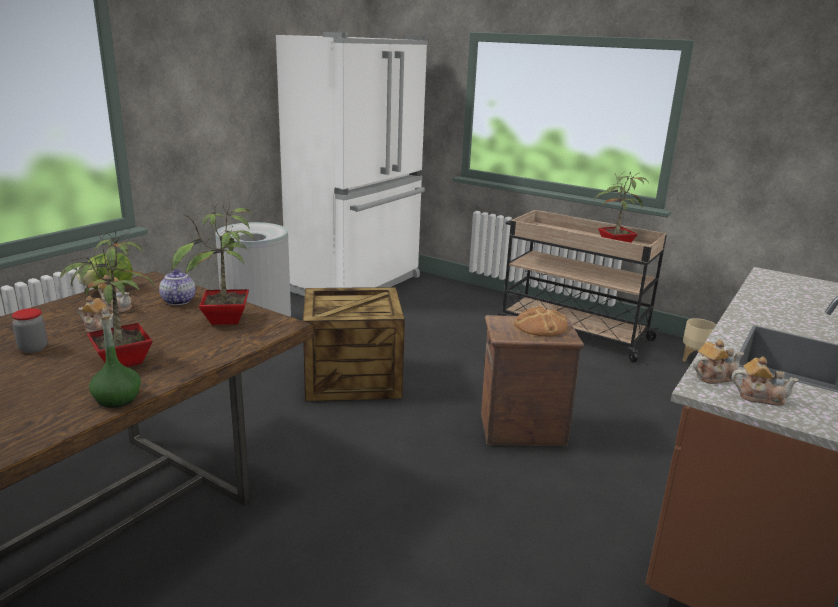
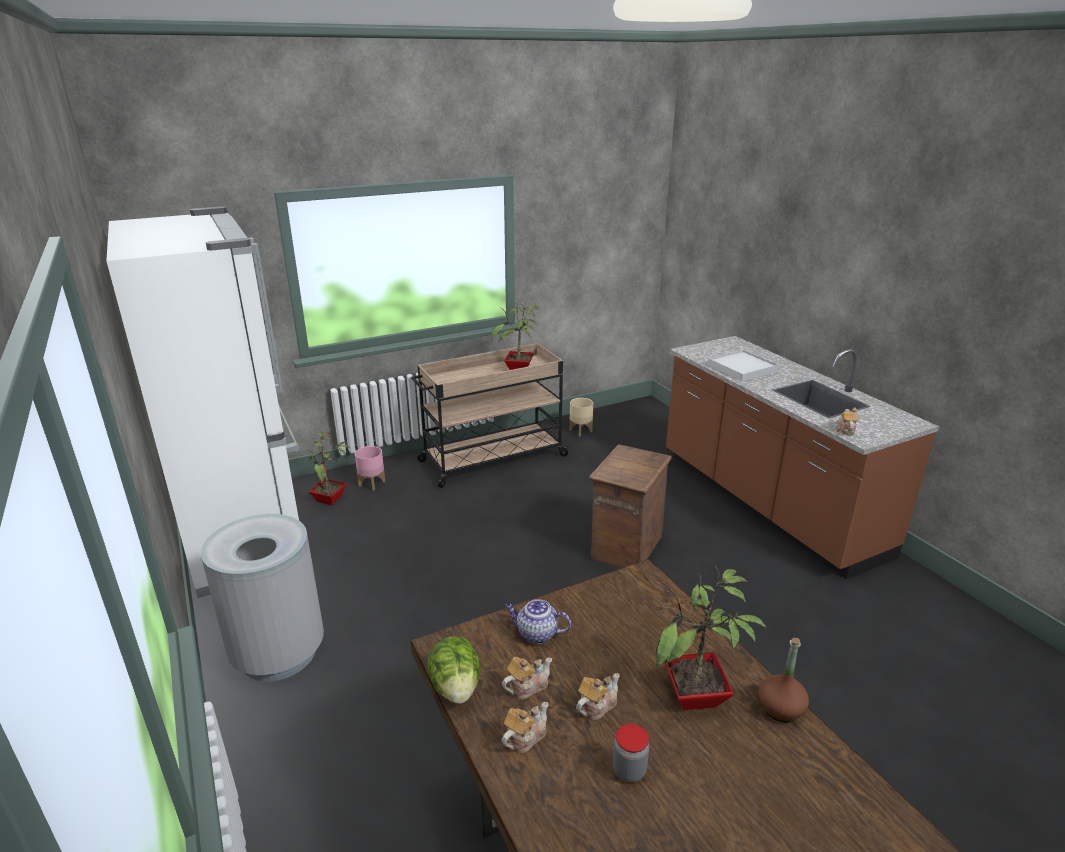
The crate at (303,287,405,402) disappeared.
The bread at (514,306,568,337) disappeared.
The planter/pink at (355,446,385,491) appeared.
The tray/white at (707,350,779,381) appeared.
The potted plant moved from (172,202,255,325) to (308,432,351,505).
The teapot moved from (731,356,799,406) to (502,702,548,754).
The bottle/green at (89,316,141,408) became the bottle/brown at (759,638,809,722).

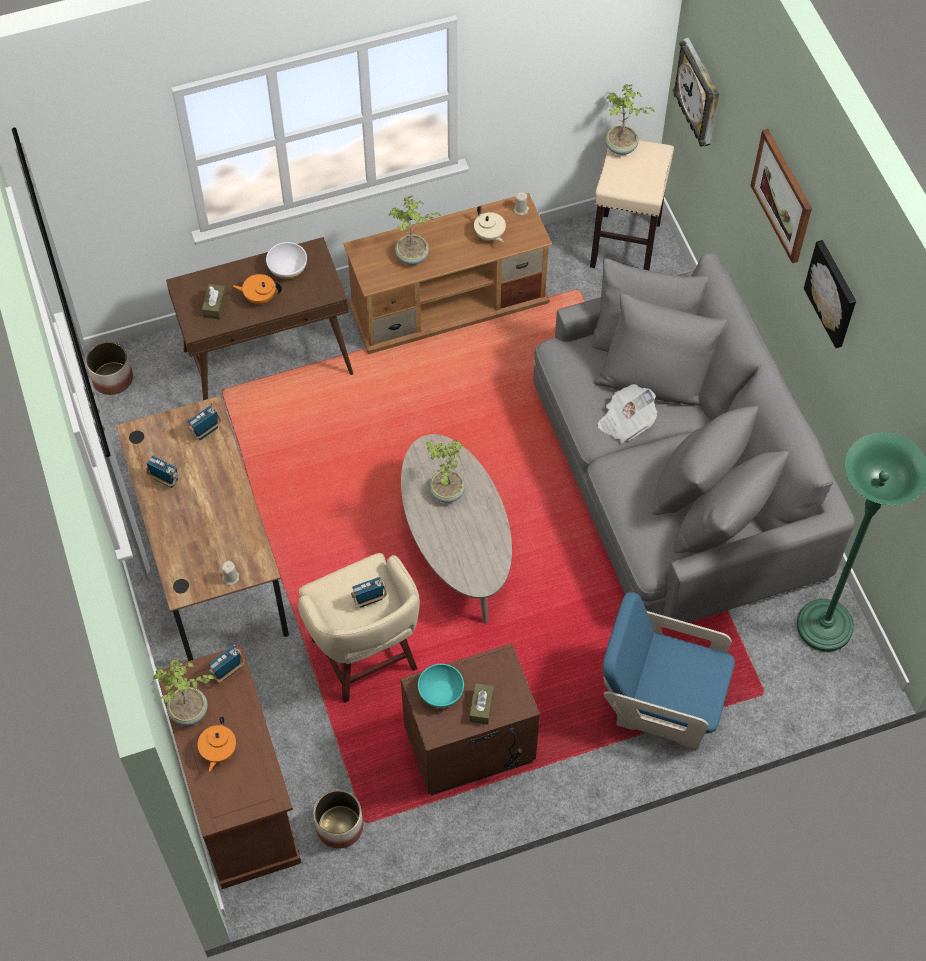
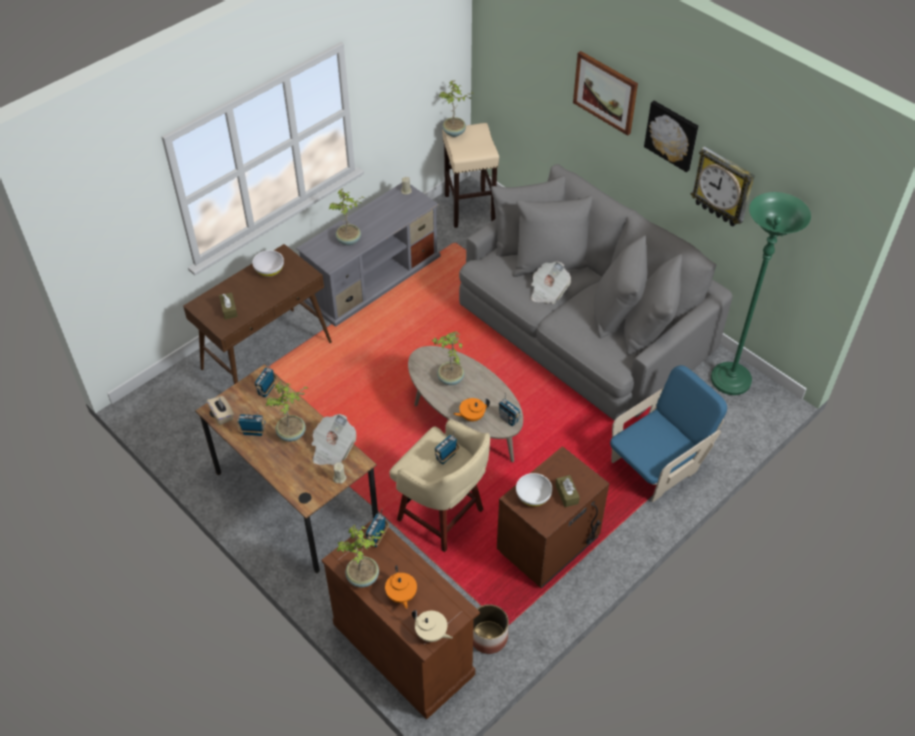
The planter at (86,342,133,395) disappeared.
The tissue box/beige at (207,396,234,425) appeared.
The potted plant at (266,381,309,442) appeared.
The newspaper at (311,414,357,465) appeared.
The radio at (499,392,522,426) appeared.
The teapot/orange moved from (233,274,282,304) to (453,398,490,421).
The teapot/beige moved from (474,206,506,242) to (412,610,453,642).
The wall clock moved from (673,38,719,147) to (690,146,755,227).
The tv stand/brown at (343,193,552,354) became the tv stand/grey at (296,183,440,327).
The bowl/turquoise at (418,664,464,708) became the bowl/white at (516,473,552,506).
The armchair/blue at (603,592,735,749) turned 150 degrees clockwise.

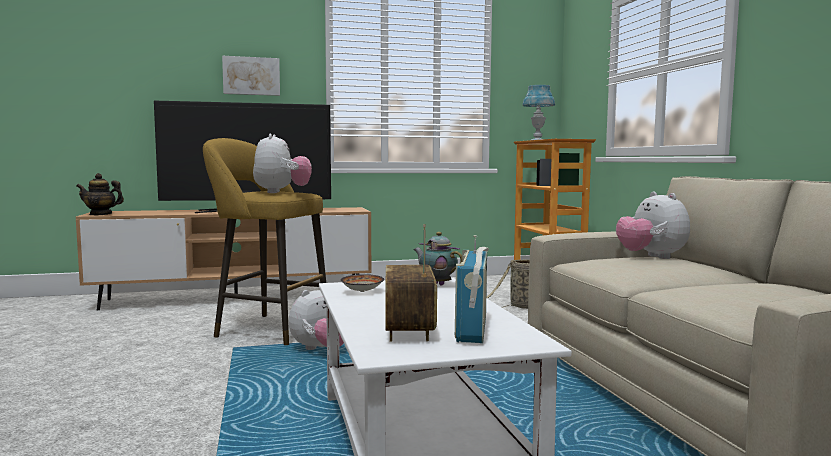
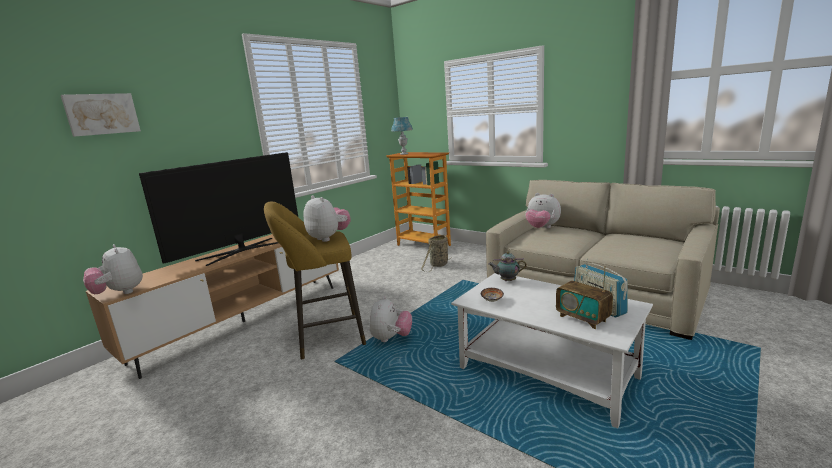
The picture moved from (222,56,280,96) to (61,93,141,137).
The teapot at (76,173,124,215) was replaced by the plush toy at (83,244,143,294).

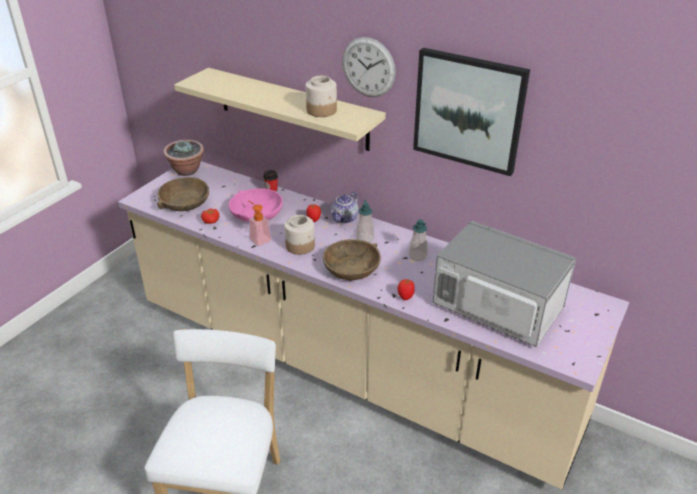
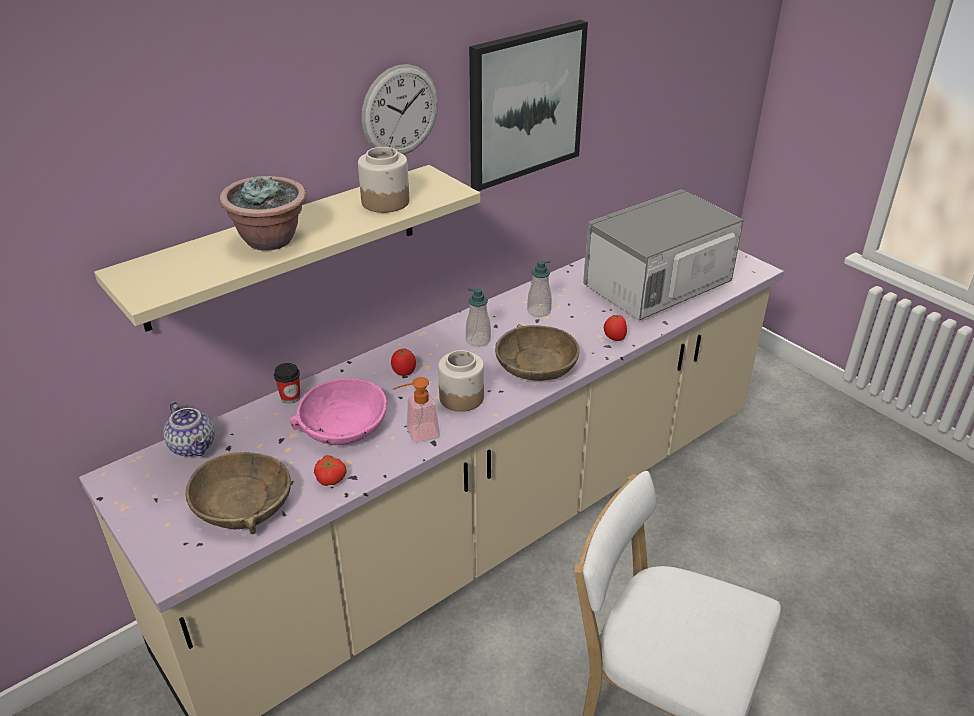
The potted plant moved from (163,140,204,176) to (219,176,306,251).
The teapot moved from (331,192,359,223) to (163,401,215,457).

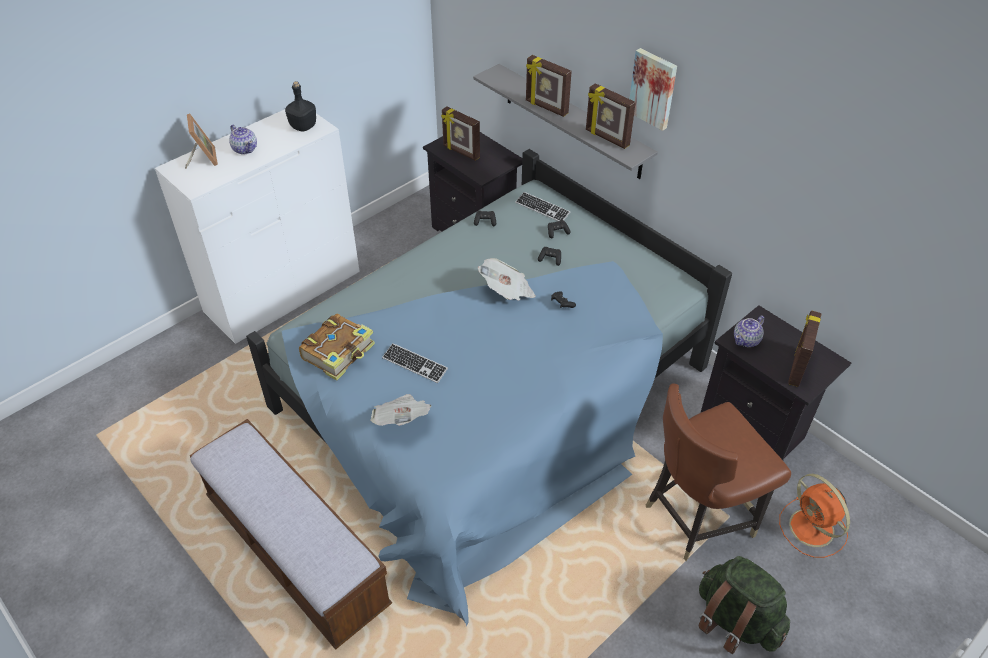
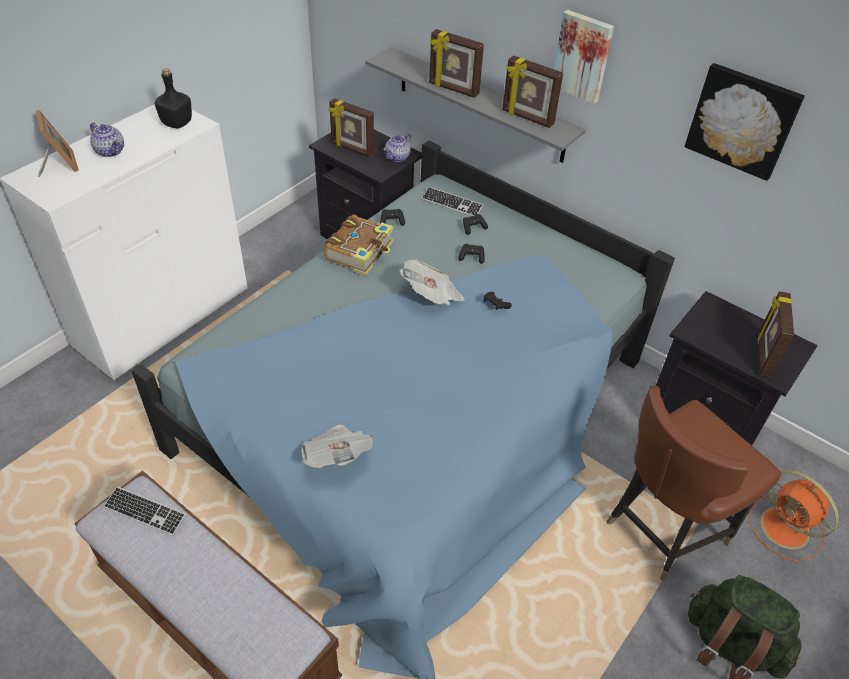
The picture at (684,63,805,181) appeared.
The book moved from (299,313,375,381) to (324,215,394,276).
The keyboard moved from (382,343,448,383) to (103,486,186,536).
The teapot moved from (734,315,764,347) to (383,133,412,162).

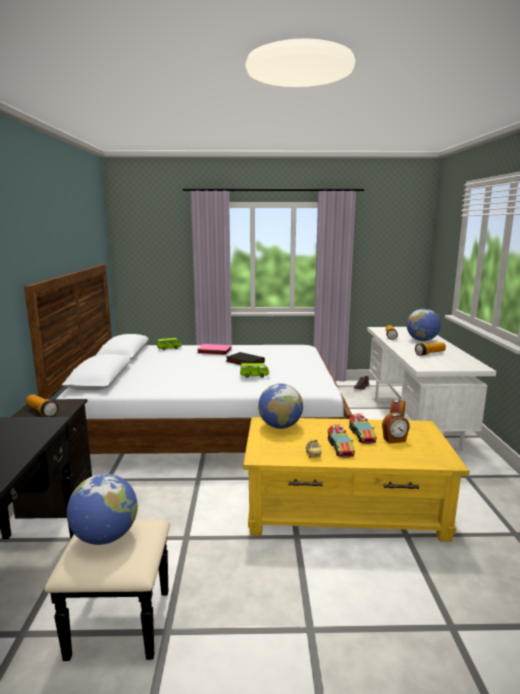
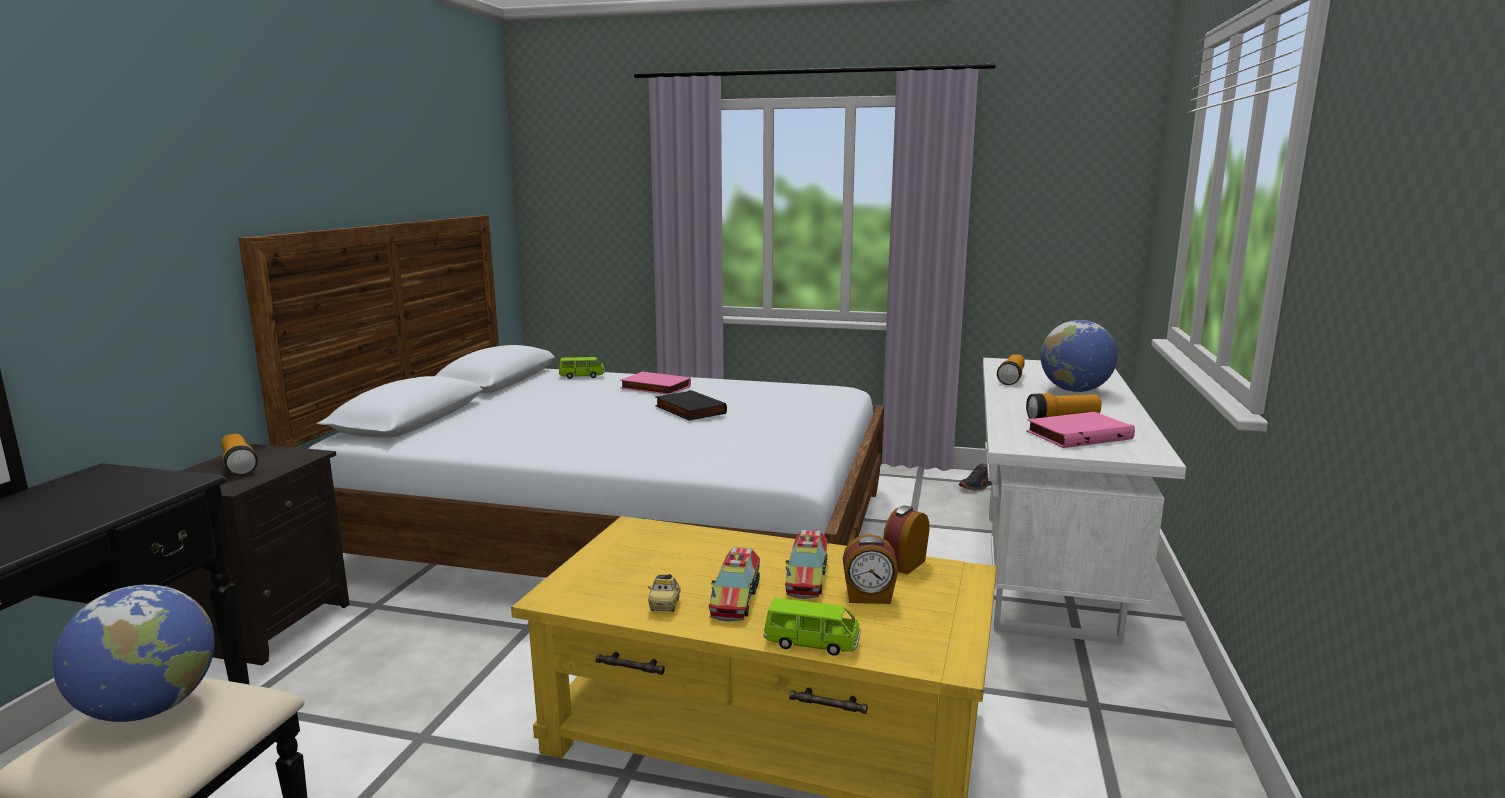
The globe at (258,383,303,429) disappeared.
The book/pink at (1026,412,1135,448) appeared.
The toy car/green moved from (240,363,269,378) to (763,598,861,656).

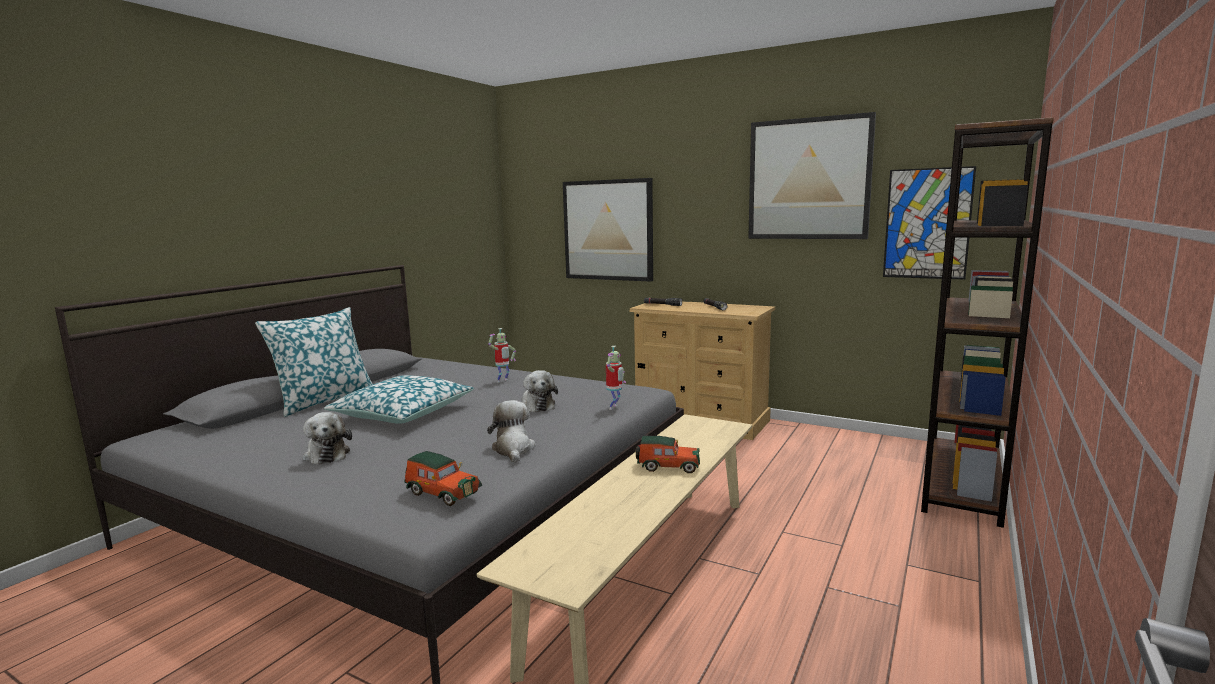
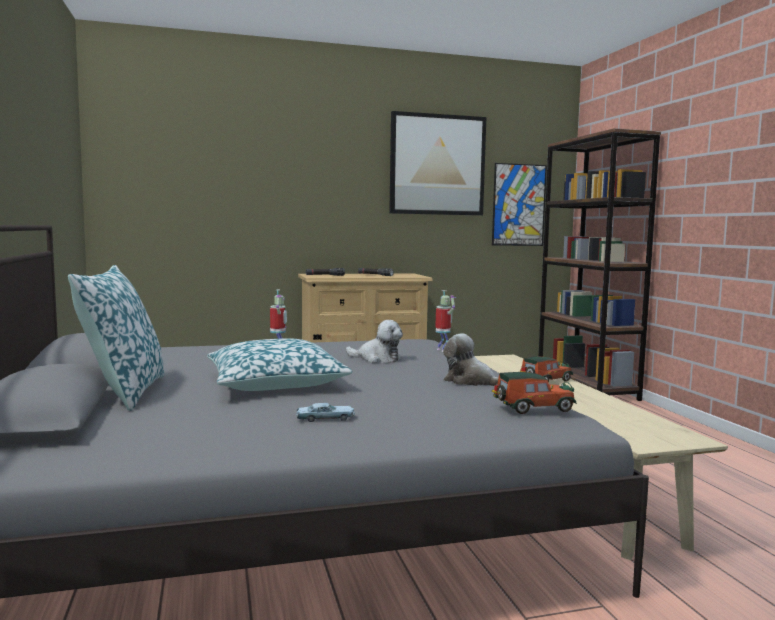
The picture at (563,178,653,282) disappeared.
The plush toy at (302,412,352,464) was replaced by the toy car/blue at (296,403,355,422).

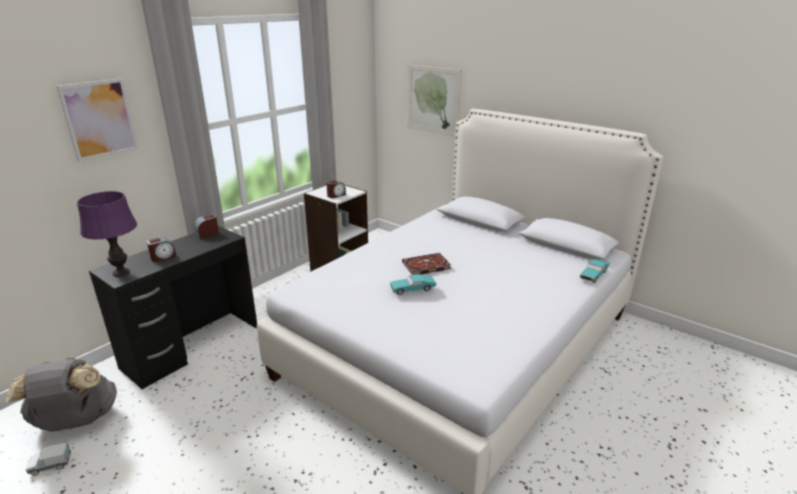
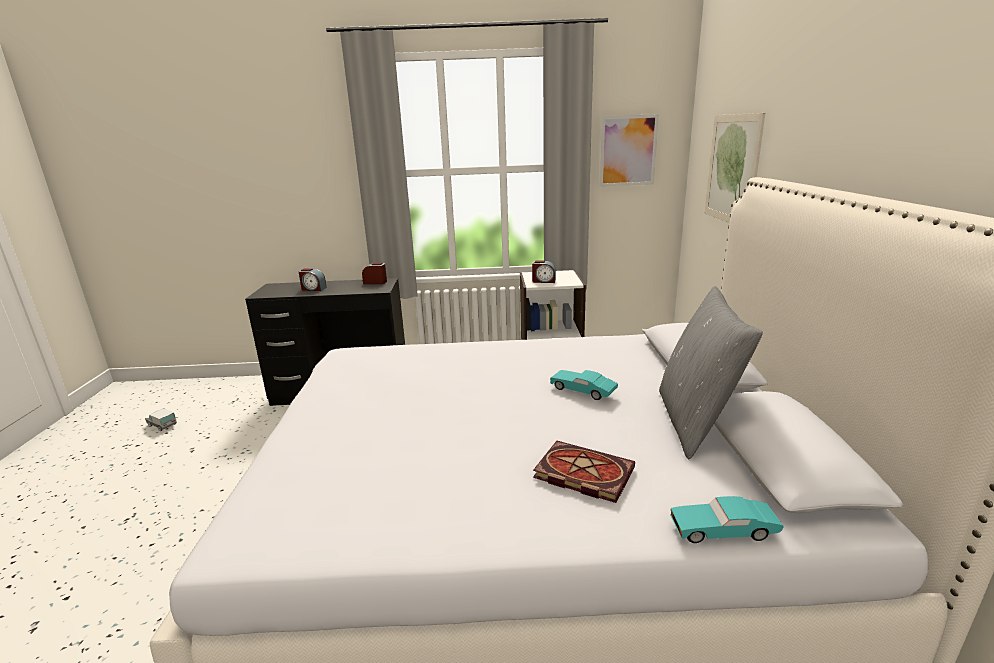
The backpack/grey at (6,358,117,432) disappeared.
The table lamp/purple at (77,191,137,277) disappeared.
The pillow/grey at (659,286,763,459) appeared.
The picture moved from (57,78,139,162) to (599,114,659,187).
The toy car/turquoise moved from (390,274,436,295) to (550,370,618,400).
The book moved from (402,253,451,275) to (533,441,635,503).

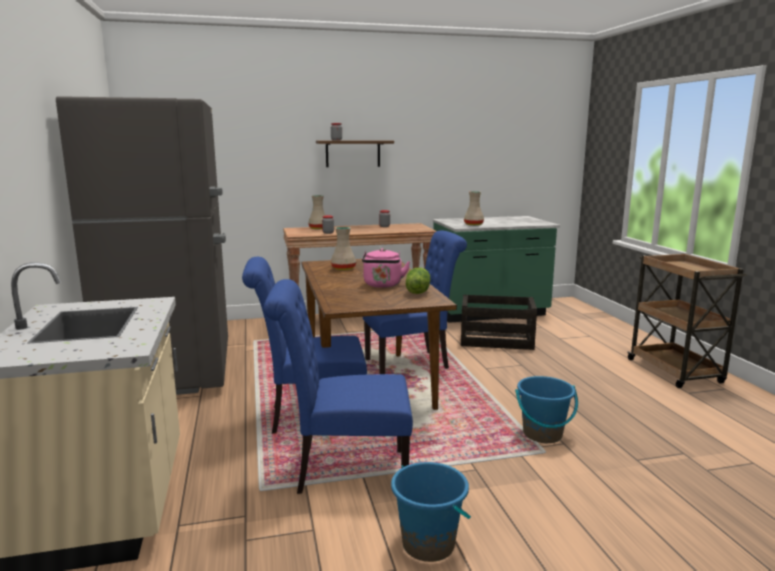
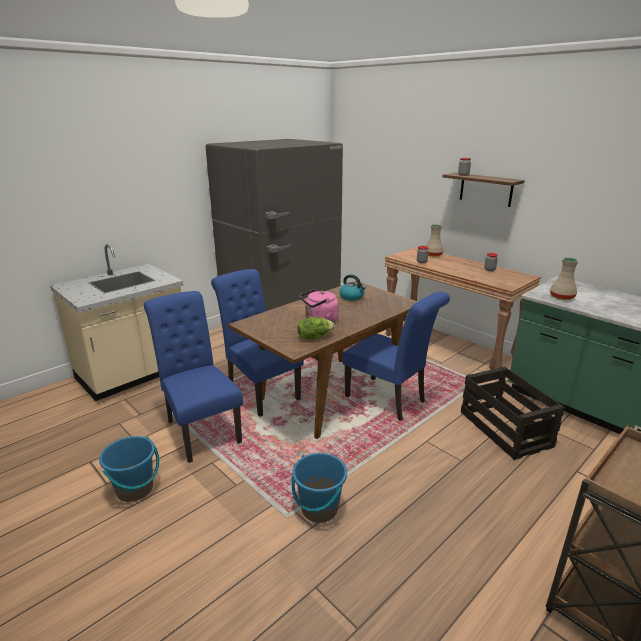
The vase/beige at (331,227,356,270) was replaced by the kettle at (339,274,366,301).

